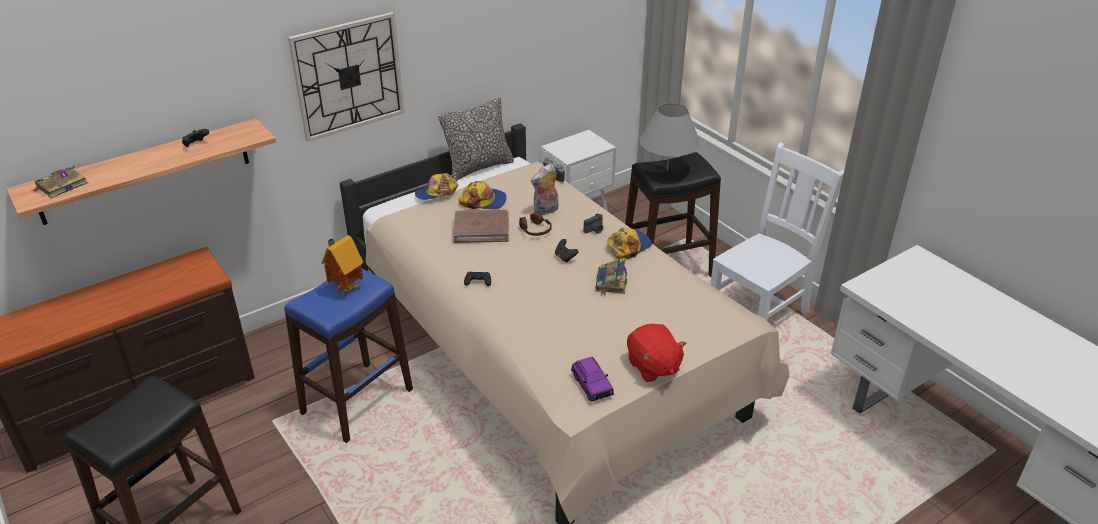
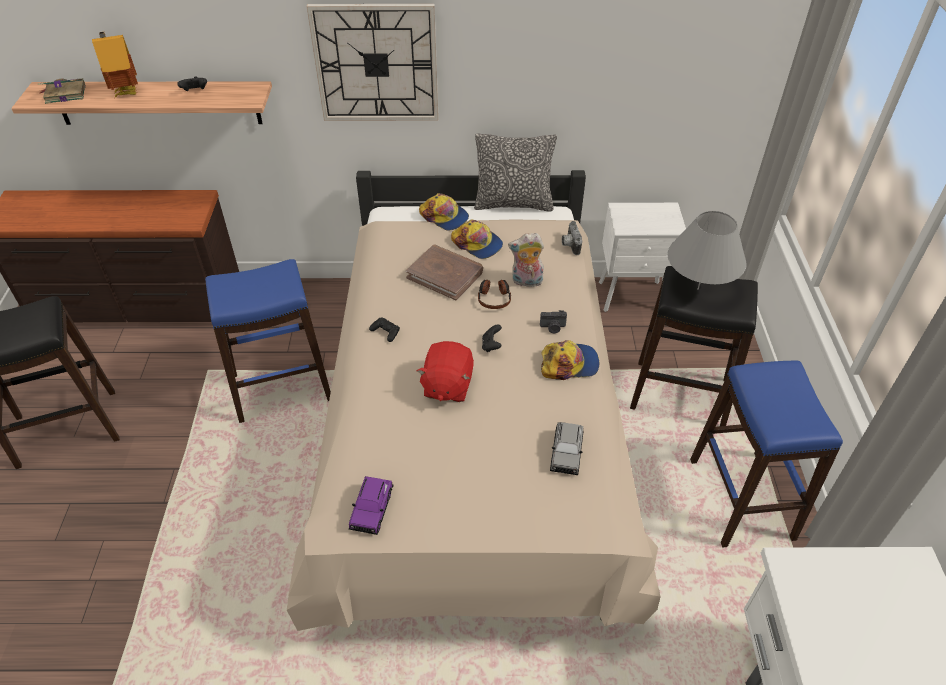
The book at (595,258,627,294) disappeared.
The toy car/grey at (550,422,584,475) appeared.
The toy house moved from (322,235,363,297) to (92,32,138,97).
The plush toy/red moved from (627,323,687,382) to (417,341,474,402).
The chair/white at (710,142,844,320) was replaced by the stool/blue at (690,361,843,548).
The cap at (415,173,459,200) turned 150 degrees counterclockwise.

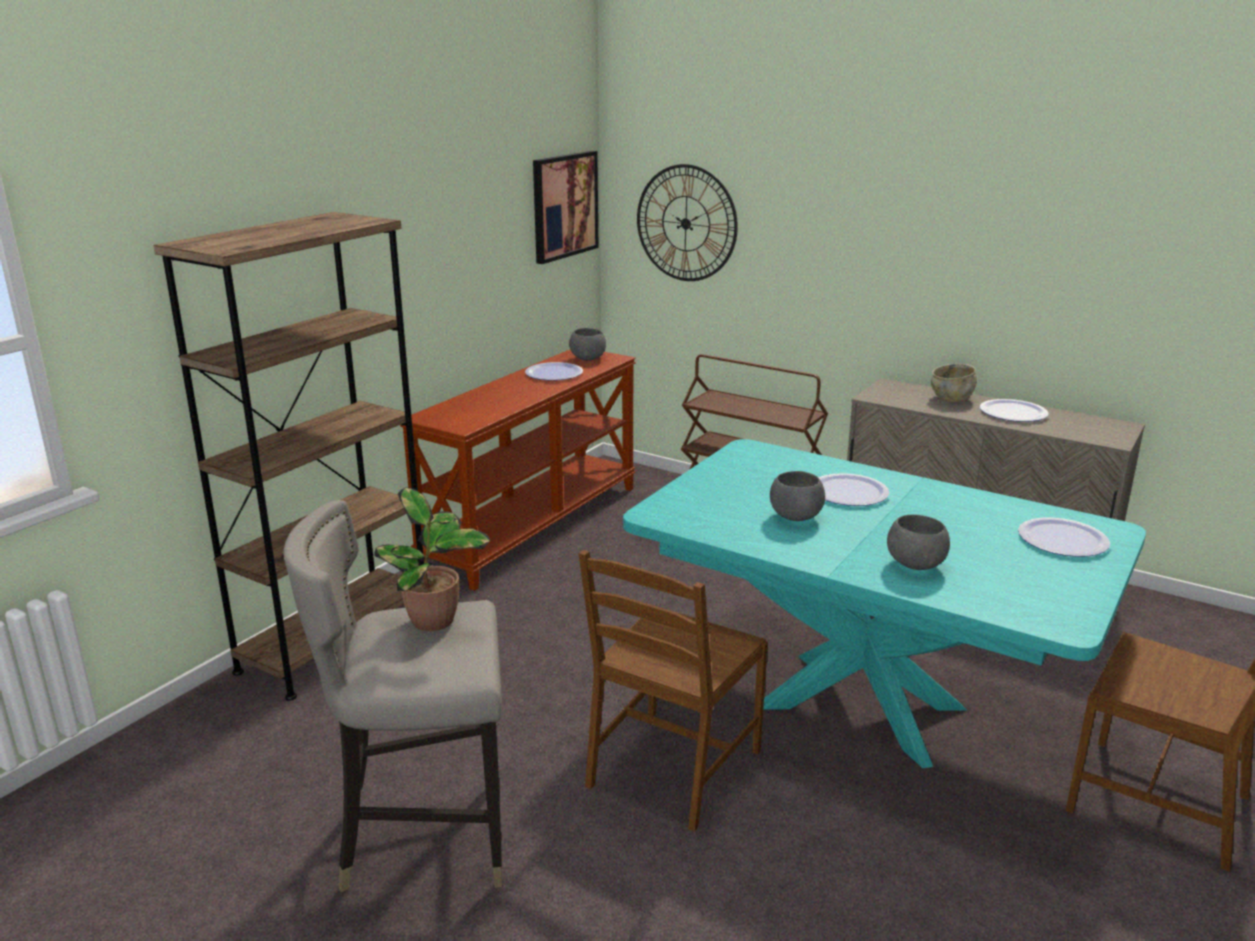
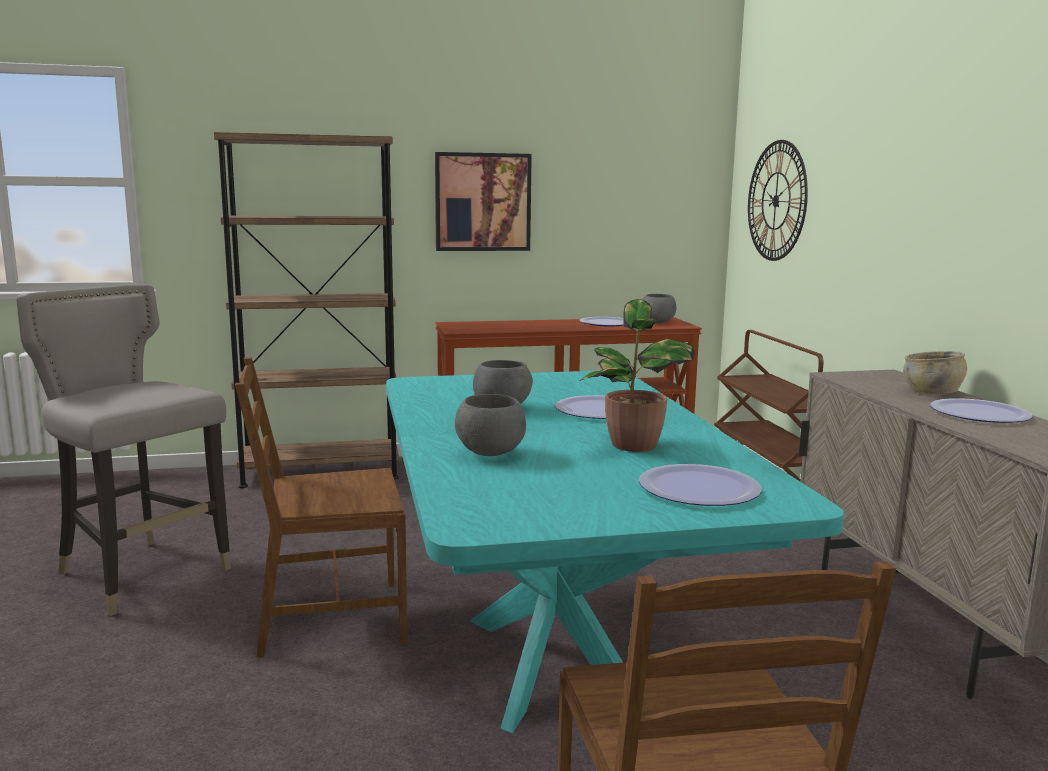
The potted plant moved from (375,488,490,631) to (580,299,695,452).
The picture moved from (533,151,598,264) to (435,152,532,251).

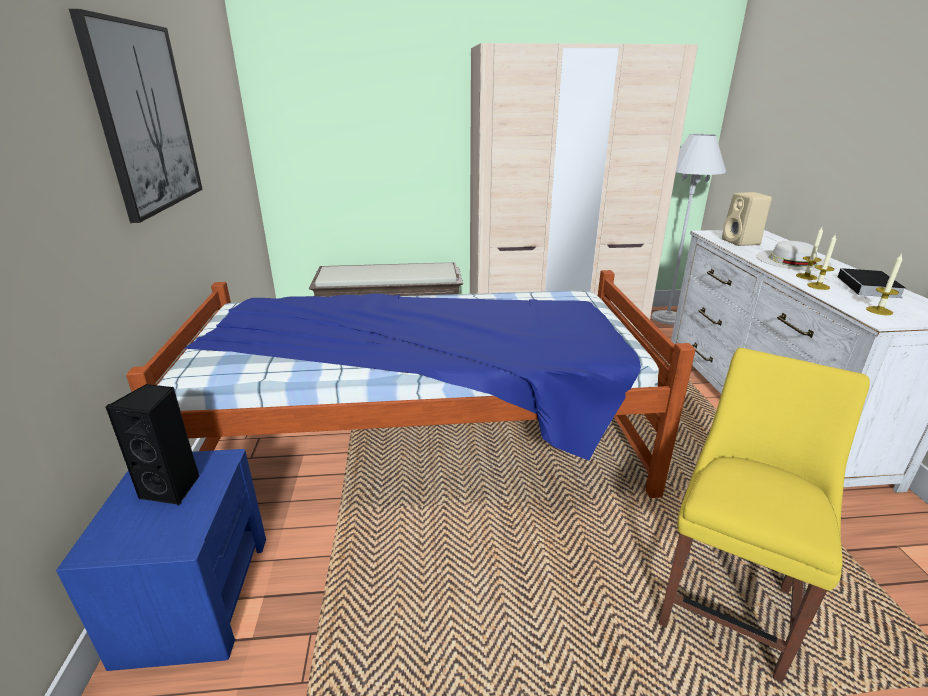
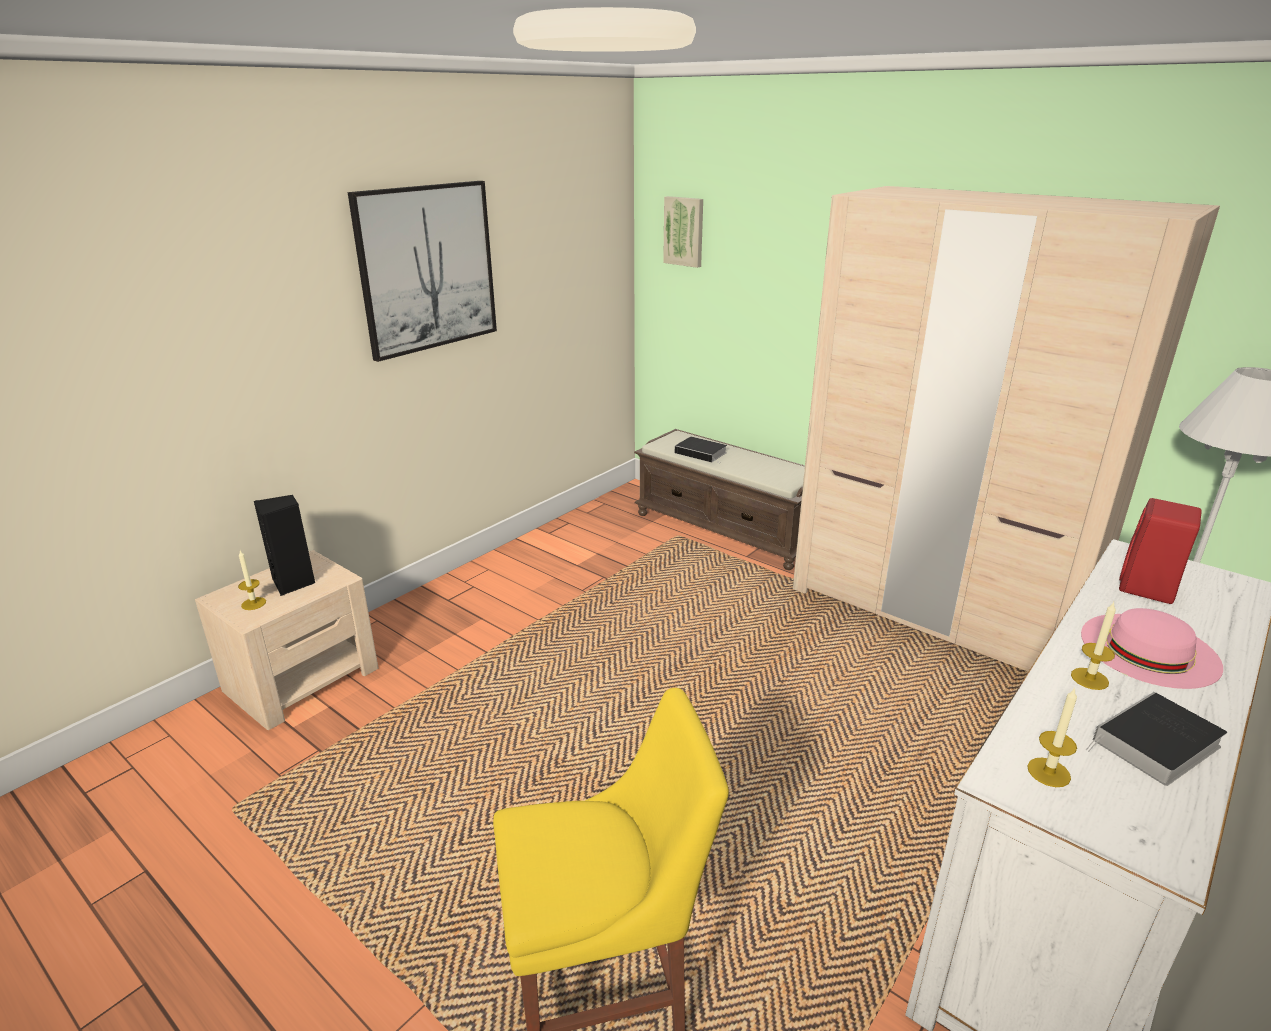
The bed at (126,270,695,498) disappeared.
The picture at (663,196,703,268) appeared.
The book at (675,437,727,463) appeared.
The candle moved from (807,234,836,290) to (238,551,266,610).
The nightstand/blue at (56,449,266,671) became the nightstand/beige at (195,550,378,730).
The speaker/beige at (722,192,772,246) became the speaker/red at (1119,498,1201,604).
The hat/white at (756,241,831,271) became the hat/pink at (1081,608,1223,689).

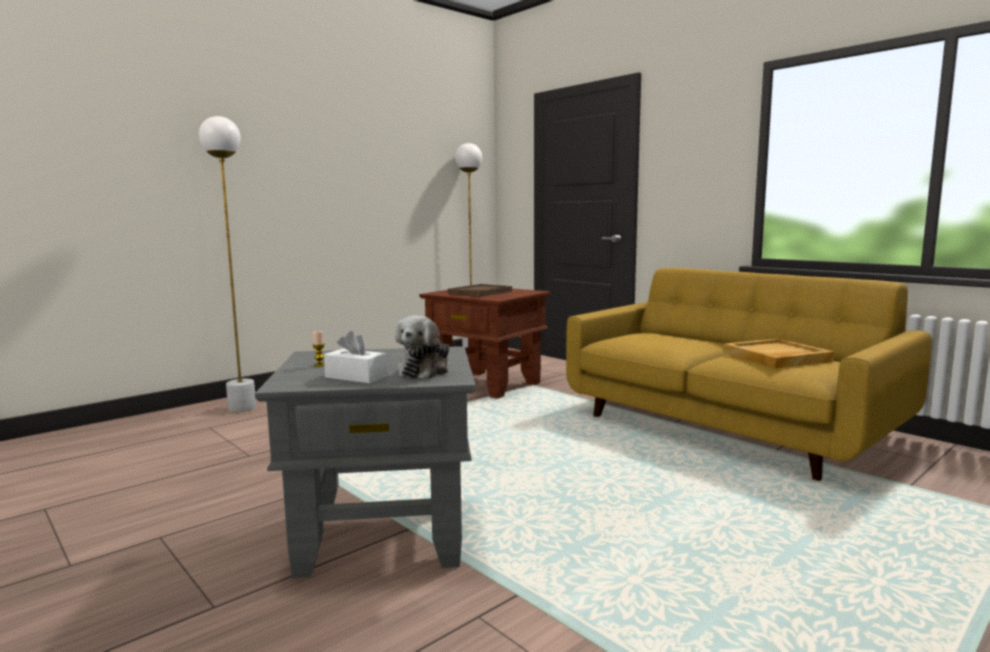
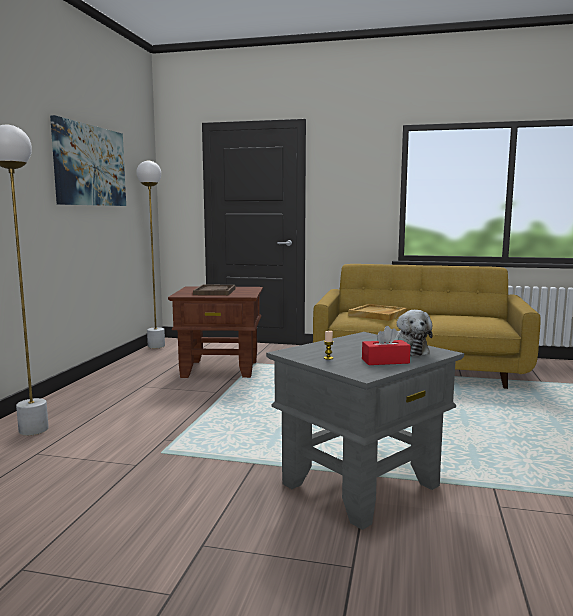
The picture at (50,115,126,206) appeared.
The tray/beige moved from (723,338,834,369) to (348,304,408,321).
The tissue box/white at (324,331,387,384) became the tissue box/red at (362,326,411,365).

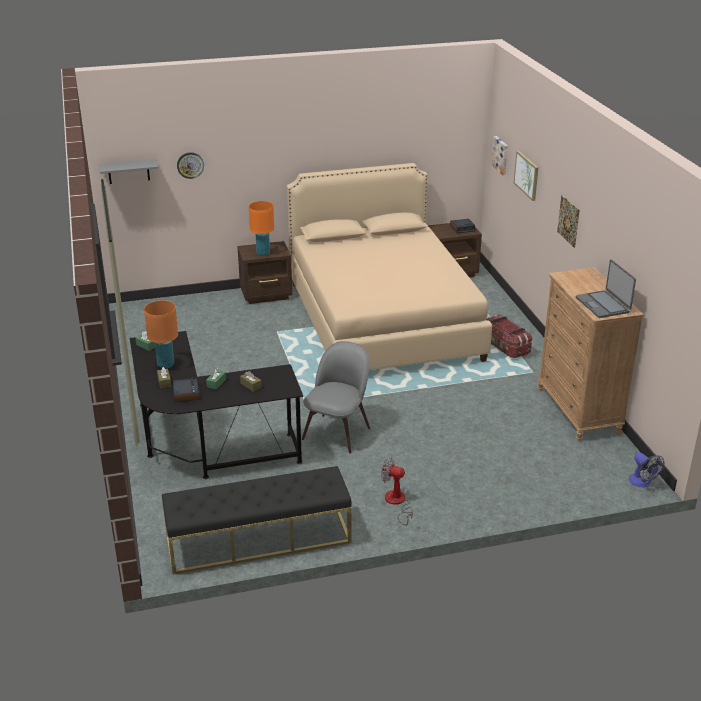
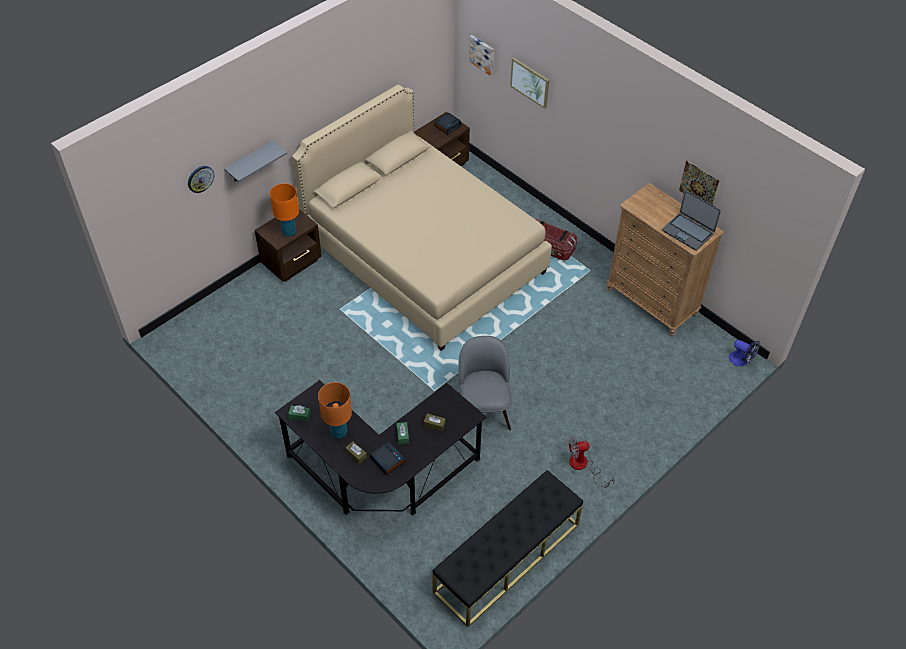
The shelf/grey moved from (99,159,158,184) to (224,141,287,182).
The picture moved from (557,195,580,248) to (679,160,719,205).

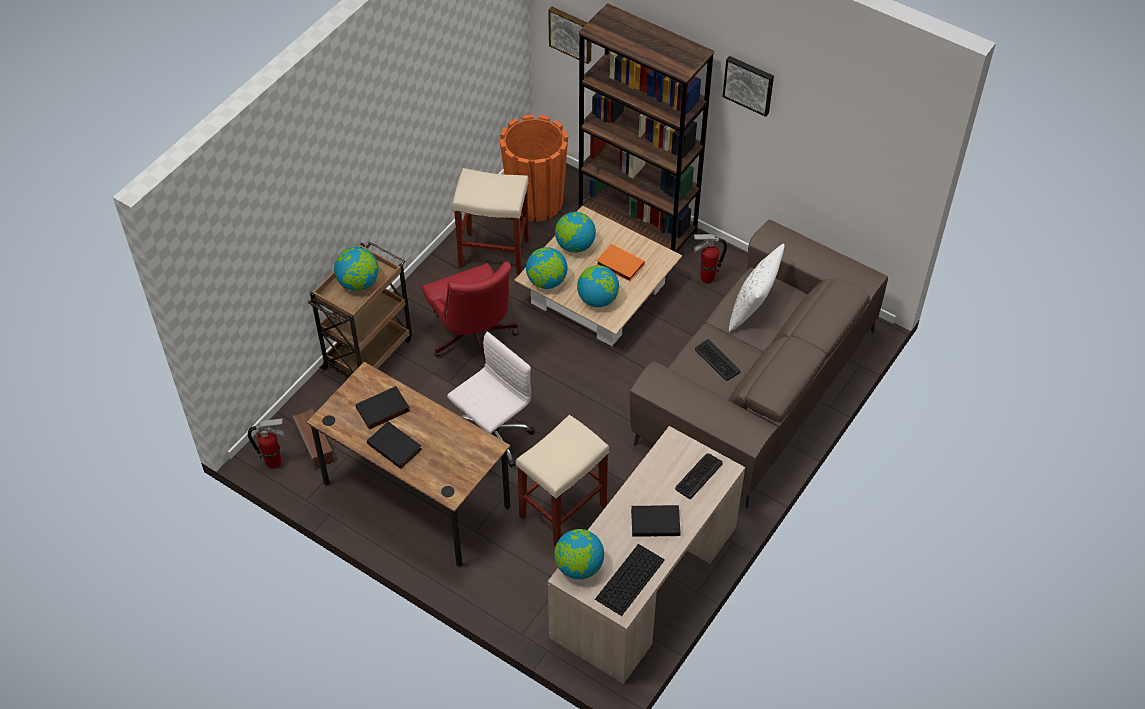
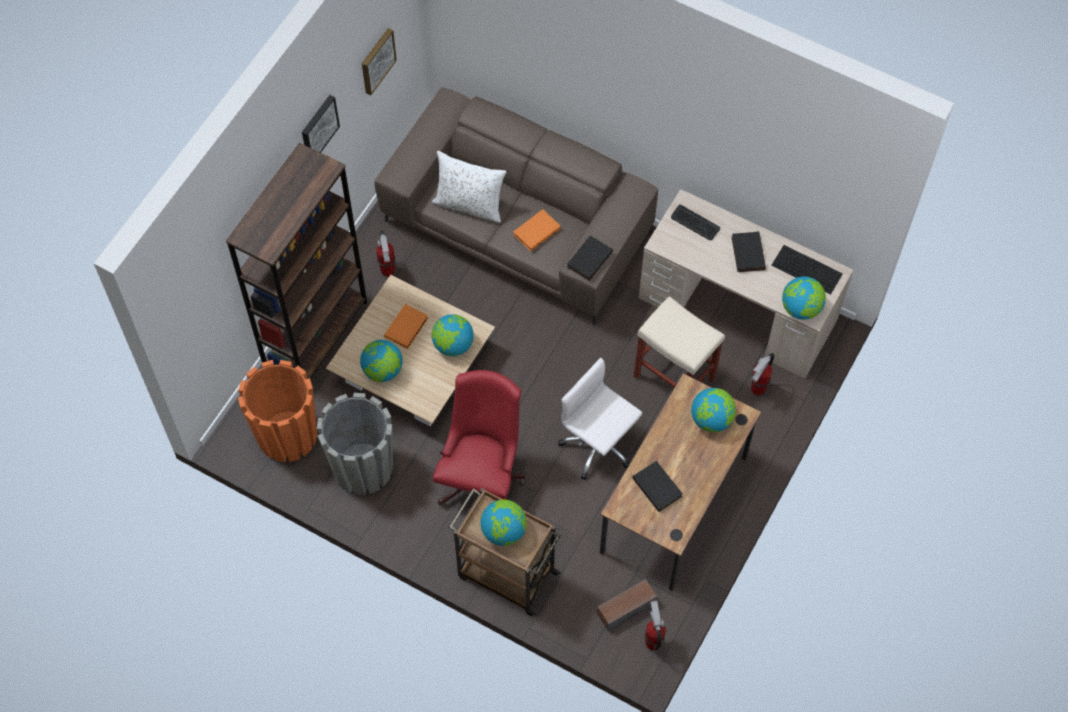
The fire extinguisher at (751,353,774,395) appeared.
The book/black moved from (367,421,422,469) to (567,235,613,281).
The globe moved from (526,247,567,289) to (691,388,736,432).
The picture moved from (548,7,591,64) to (362,28,397,95).
The stool/beige at (452,168,529,275) was replaced by the planter/grey at (317,393,393,495).
The keyboard at (695,339,740,381) was replaced by the book/orange at (513,209,561,252).
The office chair/red at (422,261,518,368) turned 45 degrees counterclockwise.

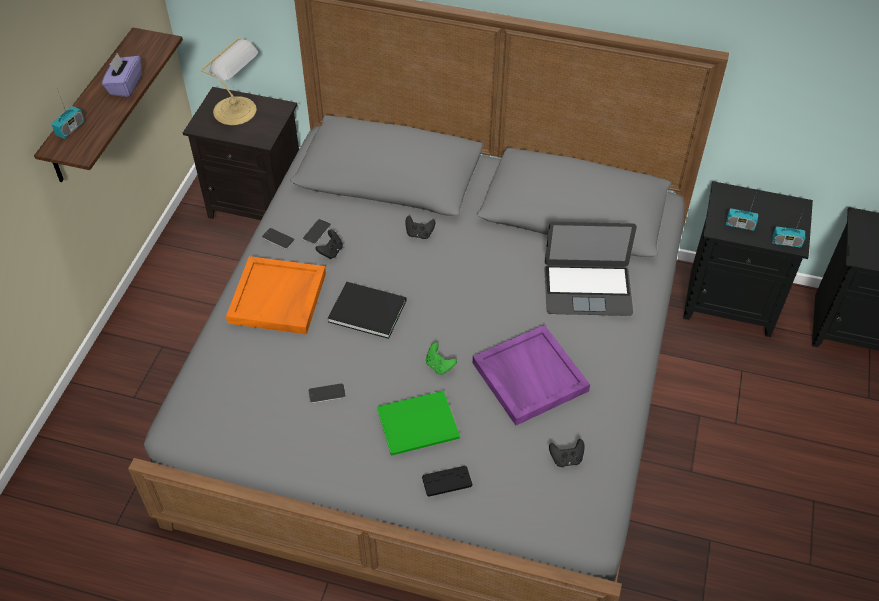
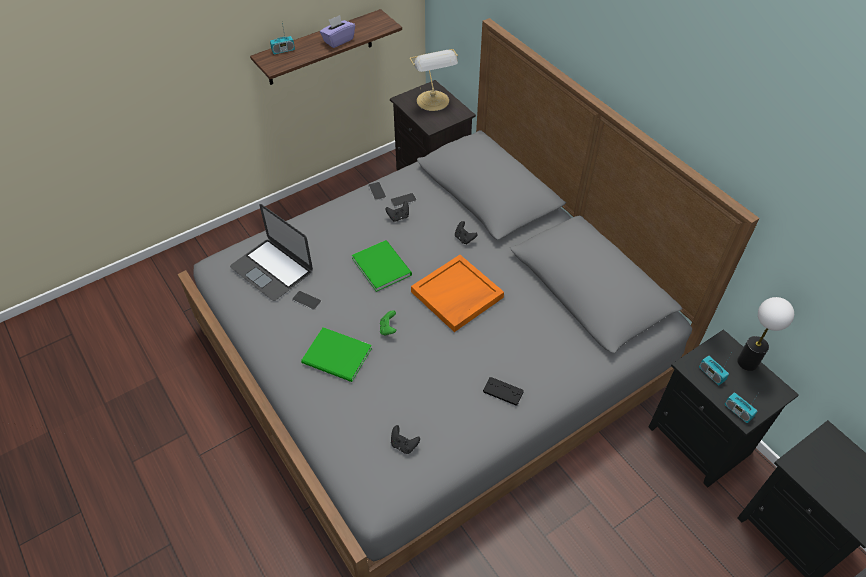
The tray/purple at (473,325,590,426) disappeared.
The table lamp at (737,297,794,371) appeared.
The tray/orange moved from (226,256,326,334) to (411,255,504,332).
The game controller/black moved from (422,466,472,497) to (483,377,524,405).
The laptop moved from (544,222,637,316) to (230,204,313,301).
The book/black at (328,282,407,339) became the book/green at (352,240,412,292).

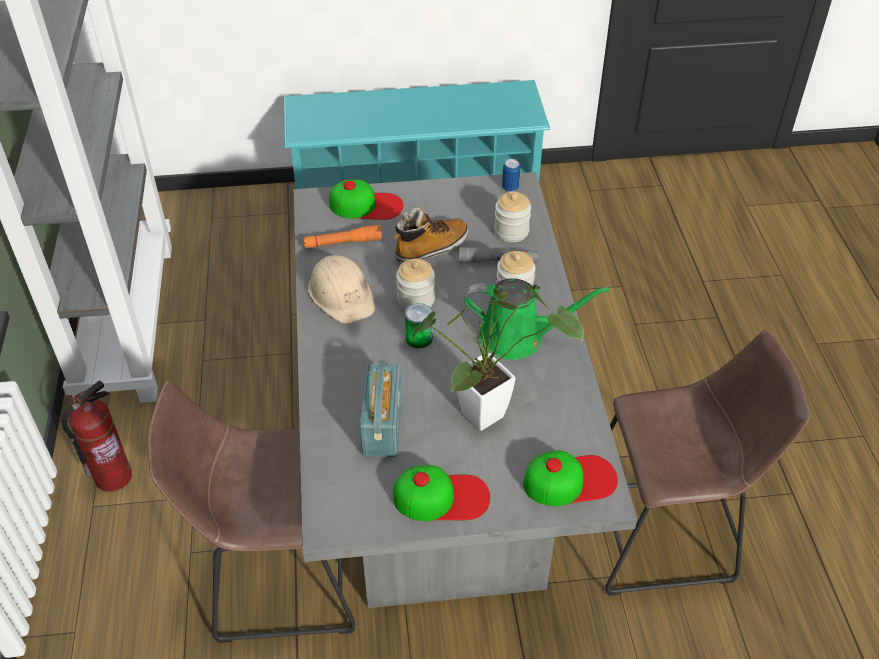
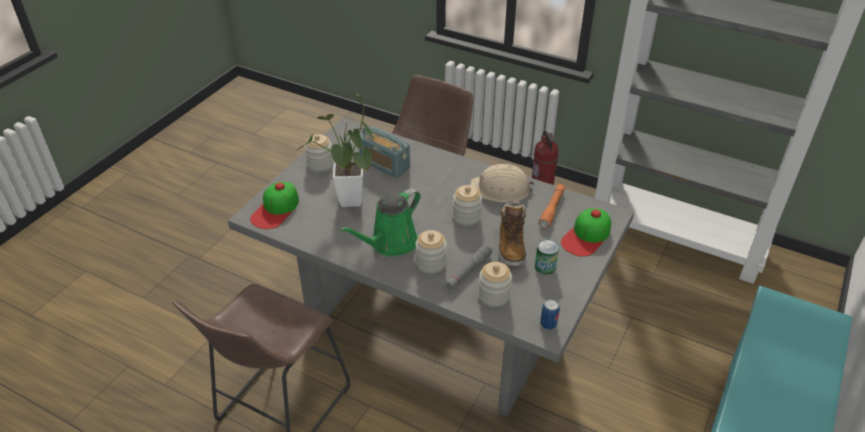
The can moved from (405,303,433,348) to (535,239,559,275).
The cap at (393,465,490,521) was replaced by the jar at (305,134,333,172).

